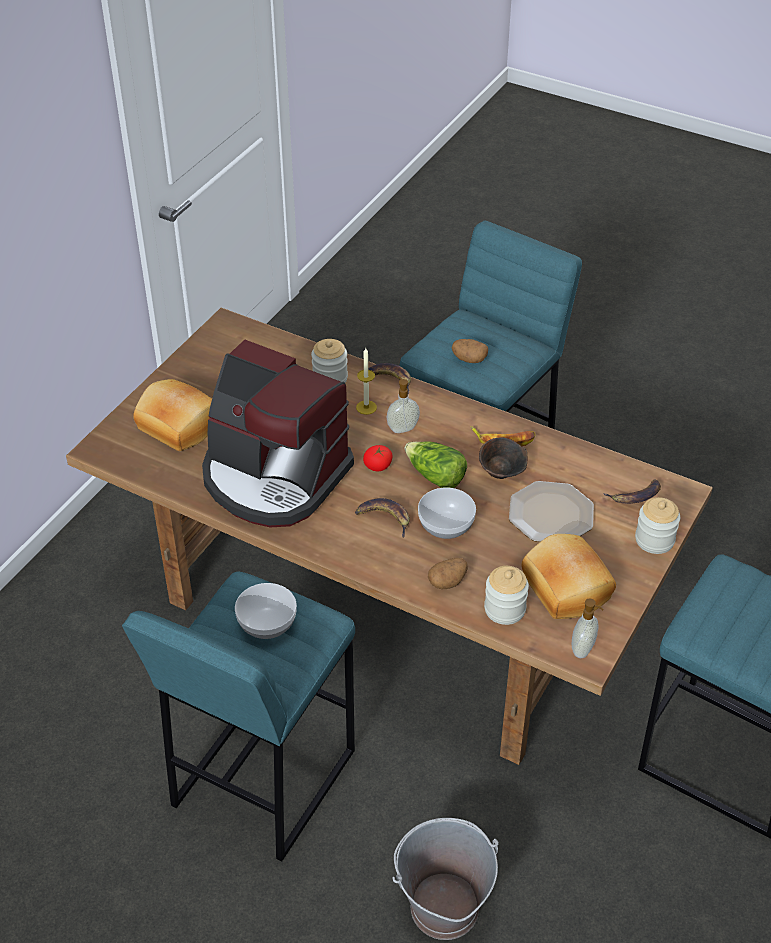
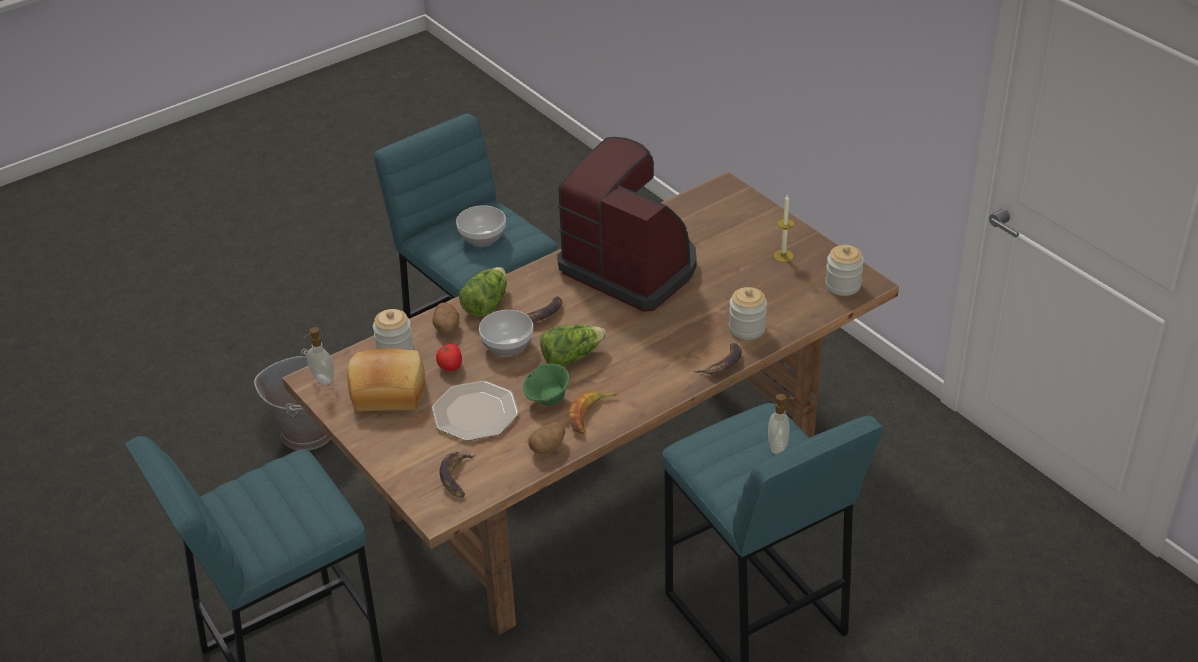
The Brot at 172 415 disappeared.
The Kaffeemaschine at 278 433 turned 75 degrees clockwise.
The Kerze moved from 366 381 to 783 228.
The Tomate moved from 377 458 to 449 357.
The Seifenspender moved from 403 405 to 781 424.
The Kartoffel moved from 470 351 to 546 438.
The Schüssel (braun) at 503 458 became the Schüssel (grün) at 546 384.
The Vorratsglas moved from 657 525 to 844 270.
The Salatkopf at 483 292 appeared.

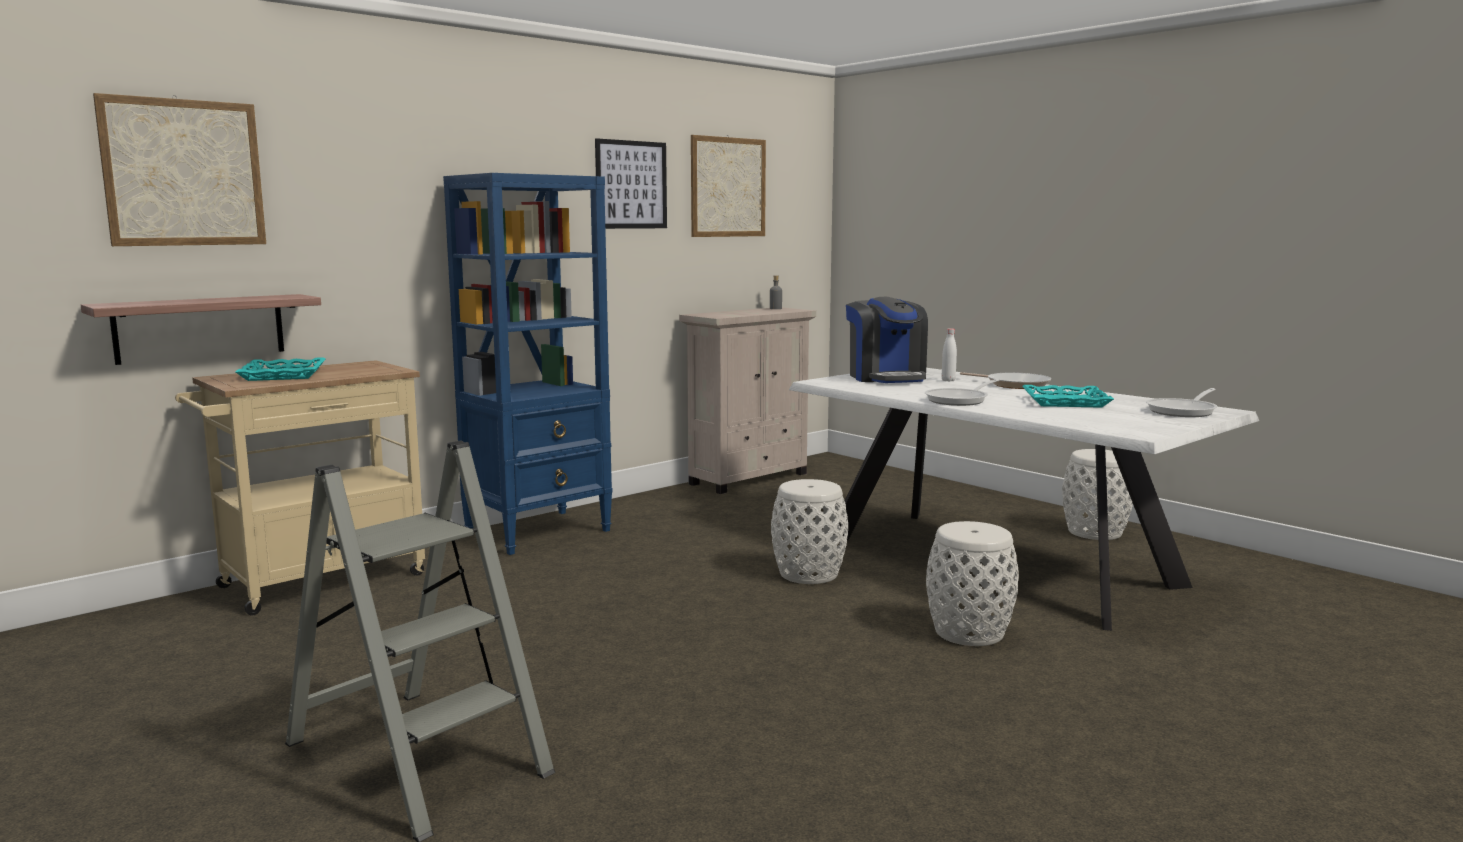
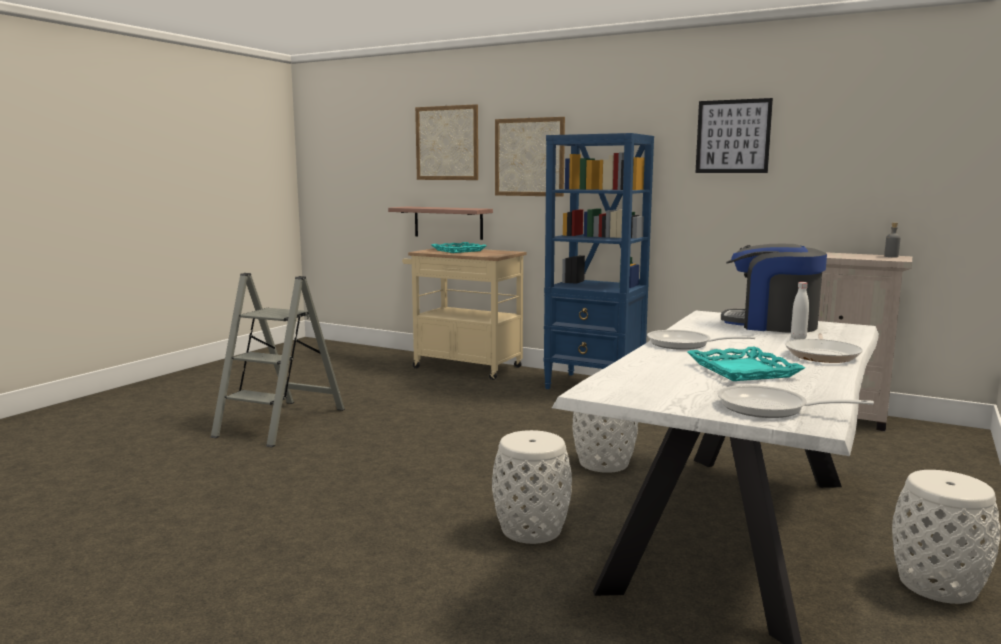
The Bild moved from 728 186 to 530 156.
The Kaffeemaschine at 887 340 turned 60 degrees clockwise.

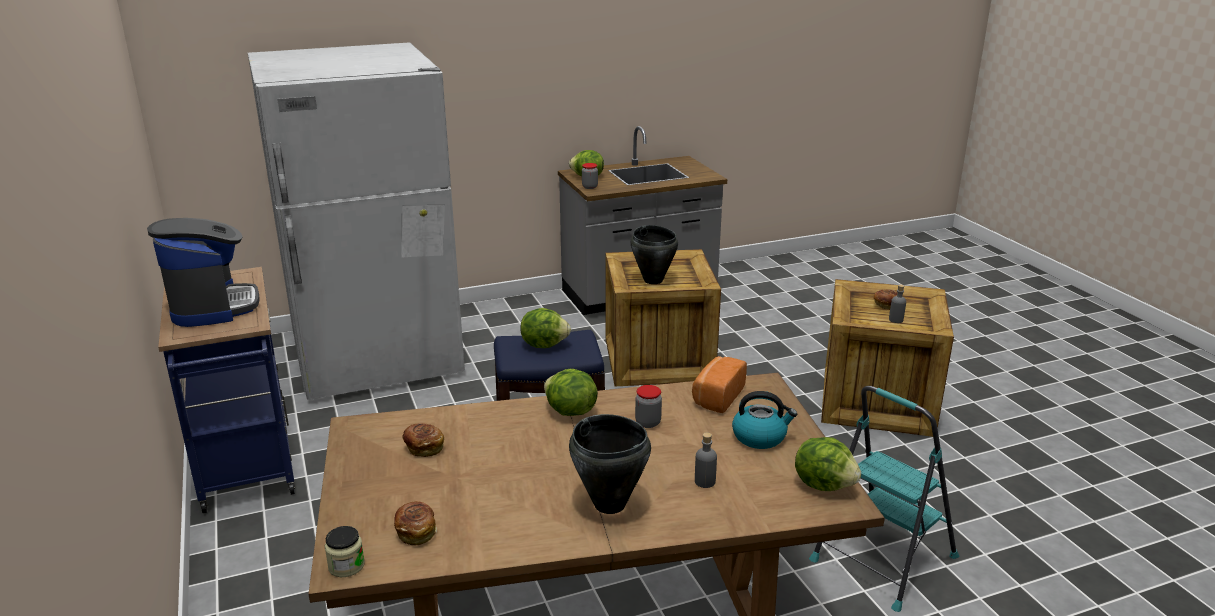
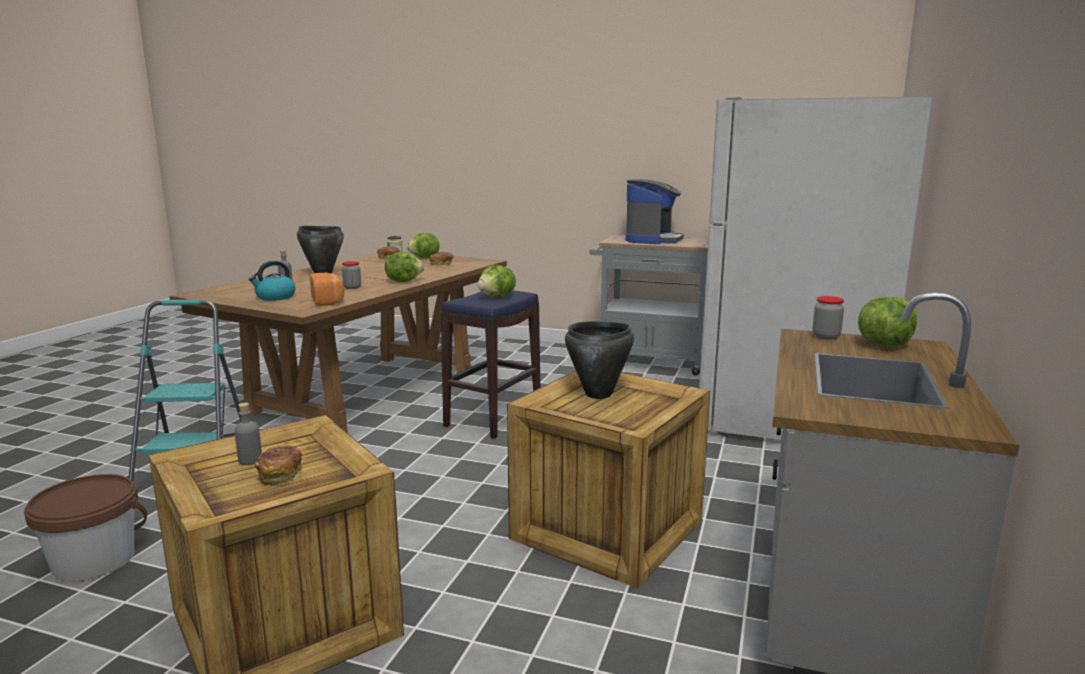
The Kaffeemaschine at 203 272 turned 90 degrees counterclockwise.
The Rollwagen (blau) at 226 390 became the Rollwagen (grau) at 648 305.
The Salatkopf moved from 828 464 to 422 245.
The Eimer (braun) at 85 527 appeared.

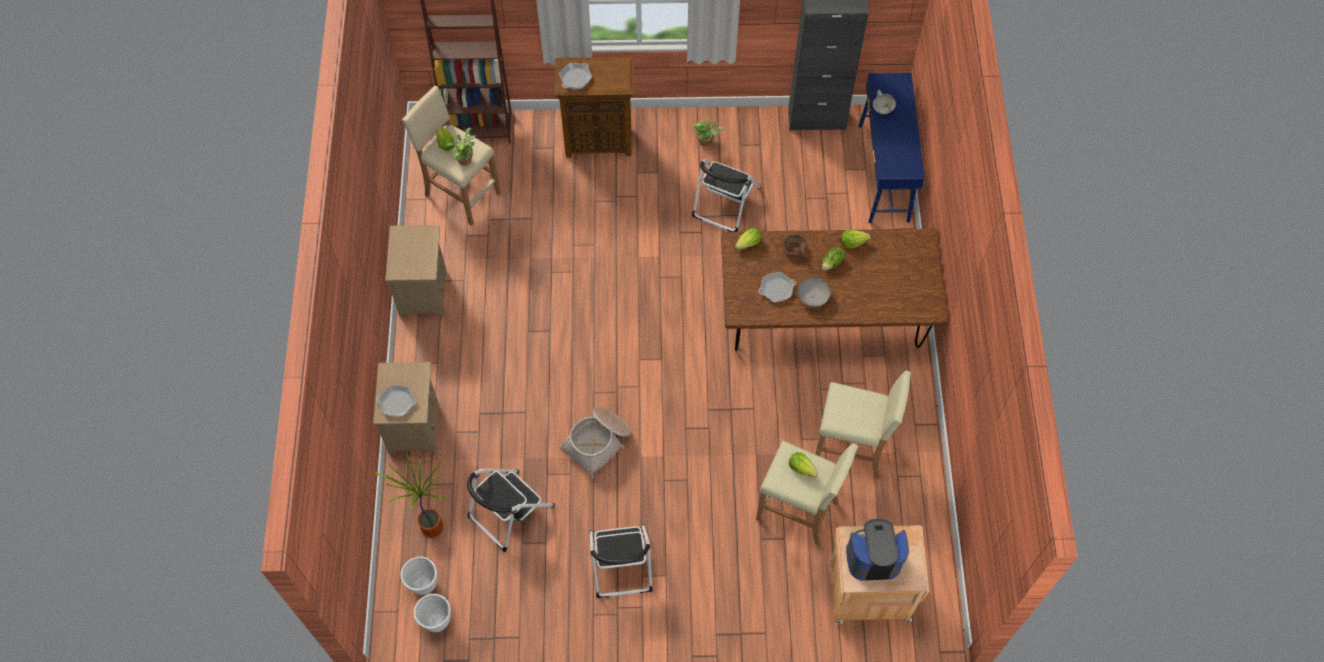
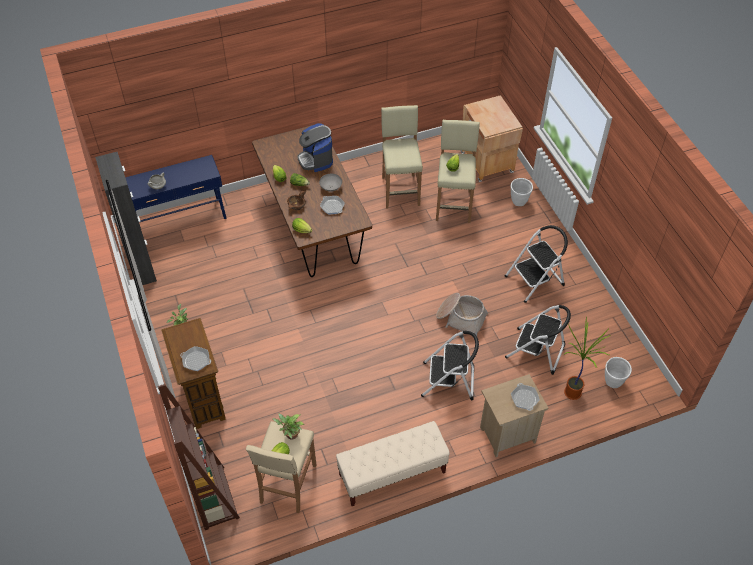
The Nachttisch (beige) at 416 271 was replaced by the Bank (beige) at 392 463.
The Pflanzkübel (weiß) moved from 432 613 to 522 192.
The Trittleiter moved from 726 195 to 450 365.
The Kaffeemaschine moved from 877 550 to 315 147.

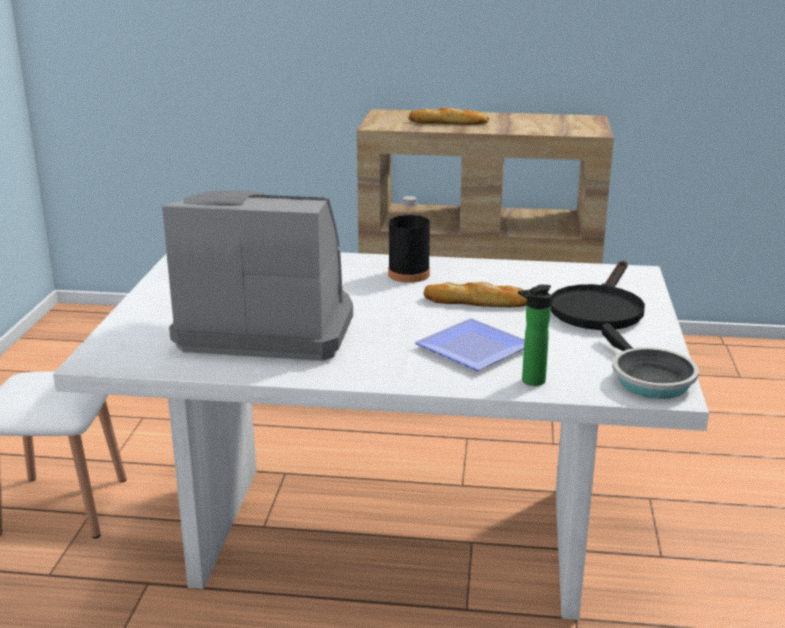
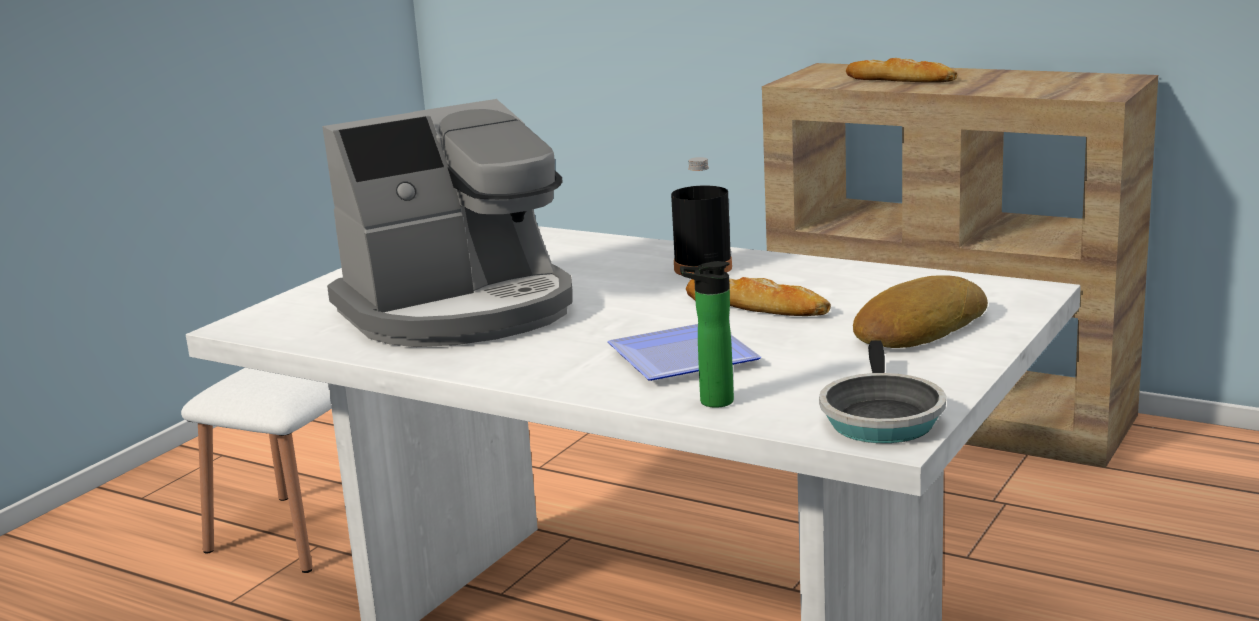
The Kaffeemaschine at 257 275 turned 120 degrees clockwise.
The Pfanne (schwarz) at 598 295 was replaced by the Brot at 920 312.

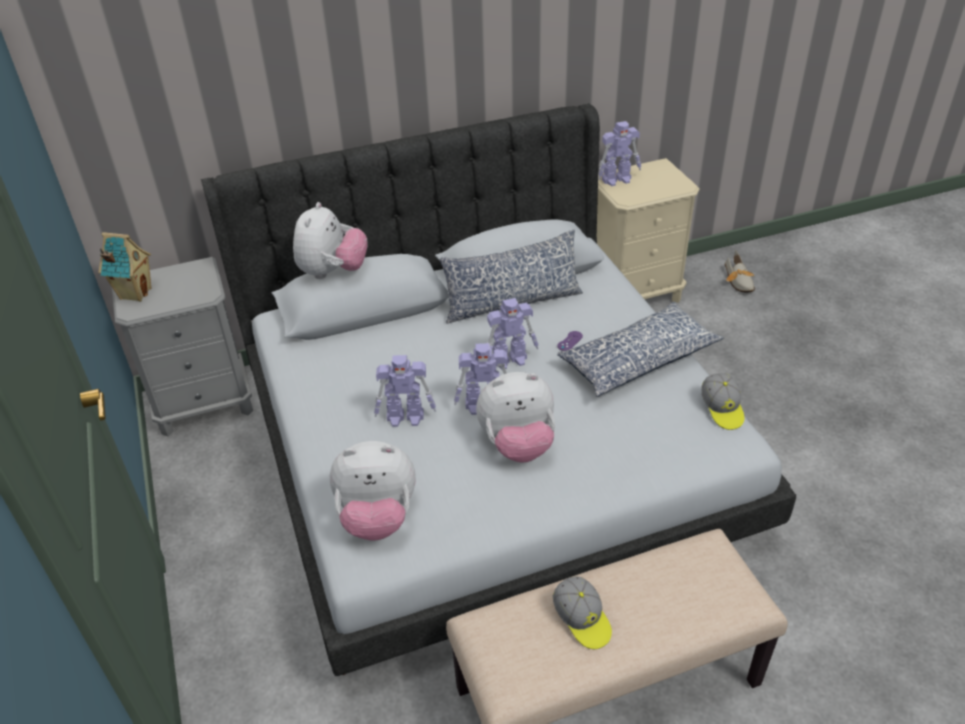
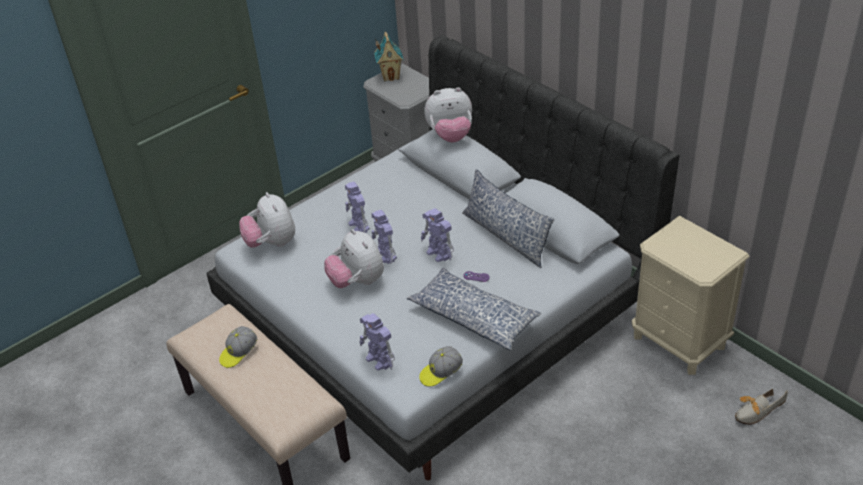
The Spielzeugroboter moved from 619 153 to 377 342.

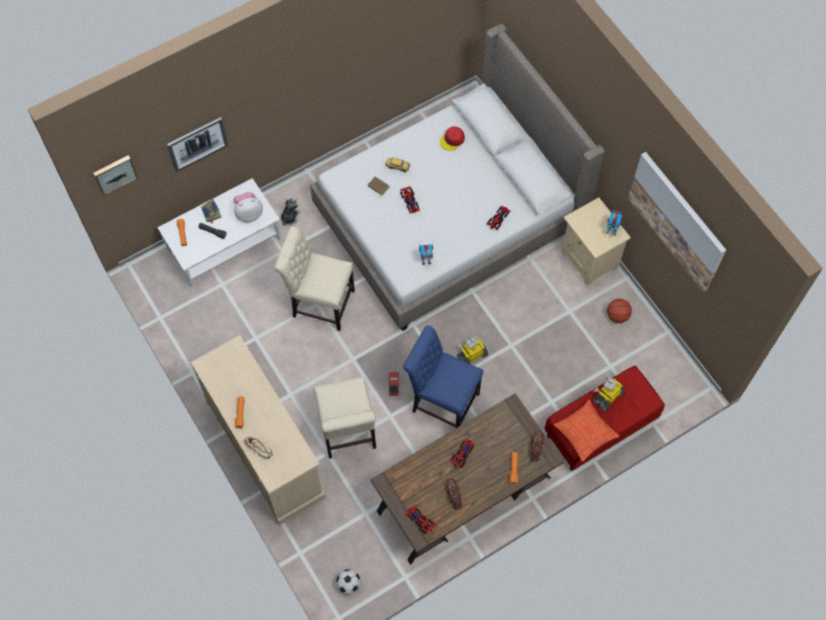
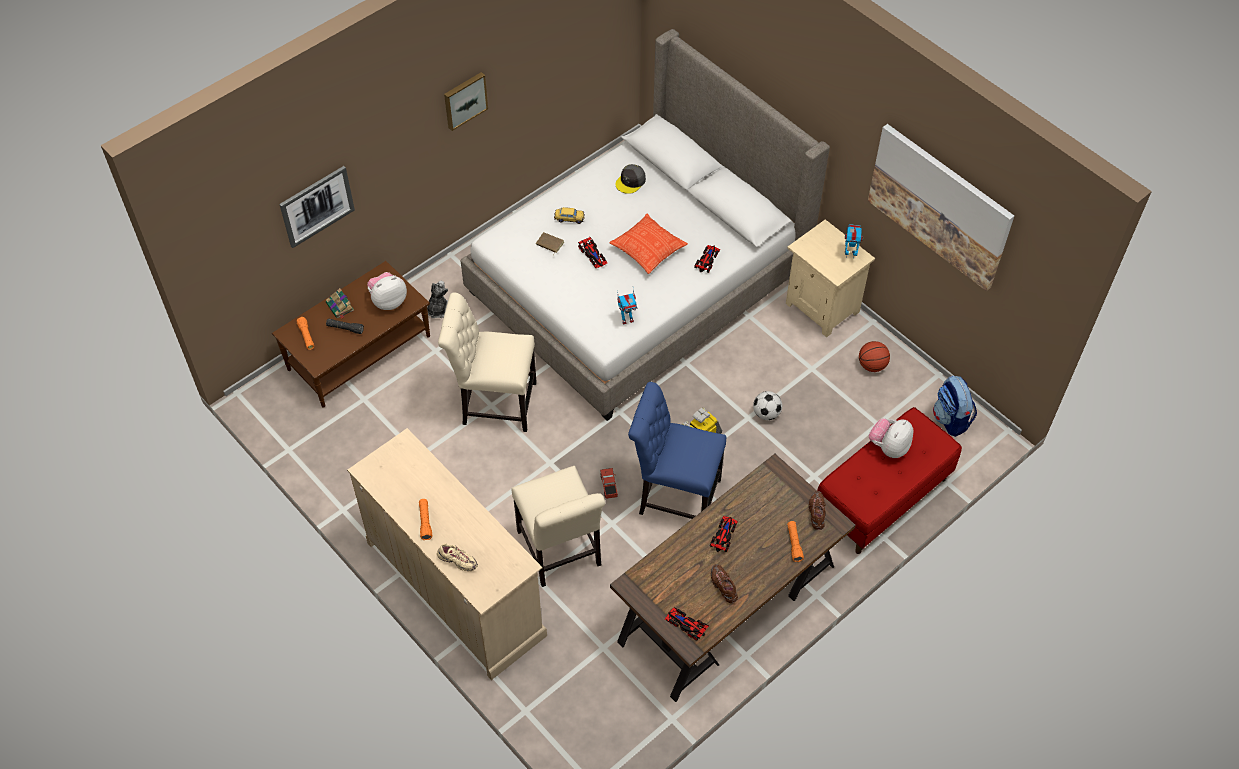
The Bild moved from 115 175 to 466 101.
The Couchtisch (weiß) at 219 232 became the Couchtisch (braun) at 351 334.
The Fußball moved from 348 582 to 767 405.
The Kappe (rot) at 452 139 became the Kappe (grau) at 631 179.
The Kissen (orange) moved from 586 431 to 648 244.
The Spielzeugroboter at 609 392 was replaced by the Plüschtier at 891 438.
The Rucksack at 955 406 appeared.

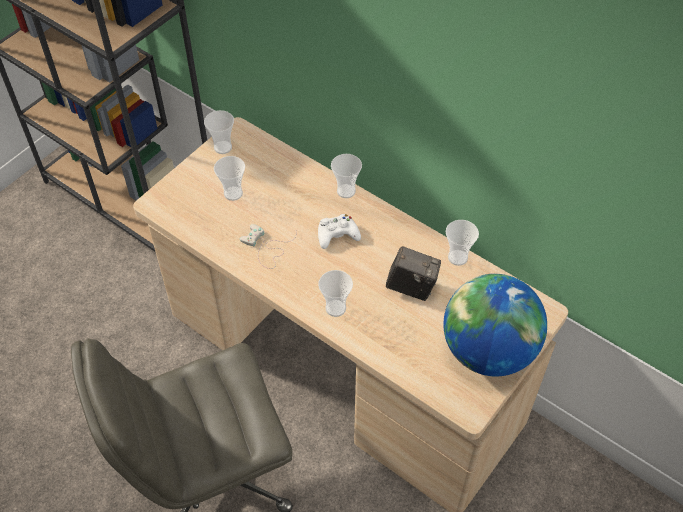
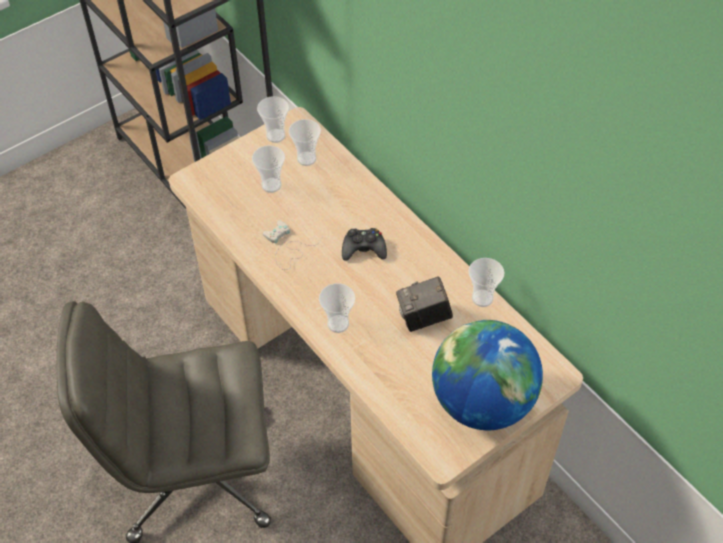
The Gamepad (weiß) at 339 231 became the Gamepad (schwarz) at 364 244.
The Tasse moved from 346 176 to 305 142.
The Kamera at 413 273 turned 135 degrees clockwise.

